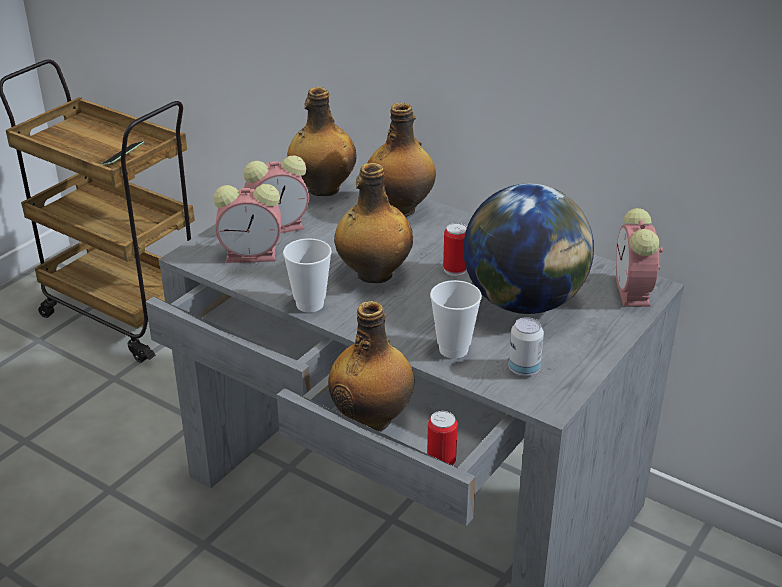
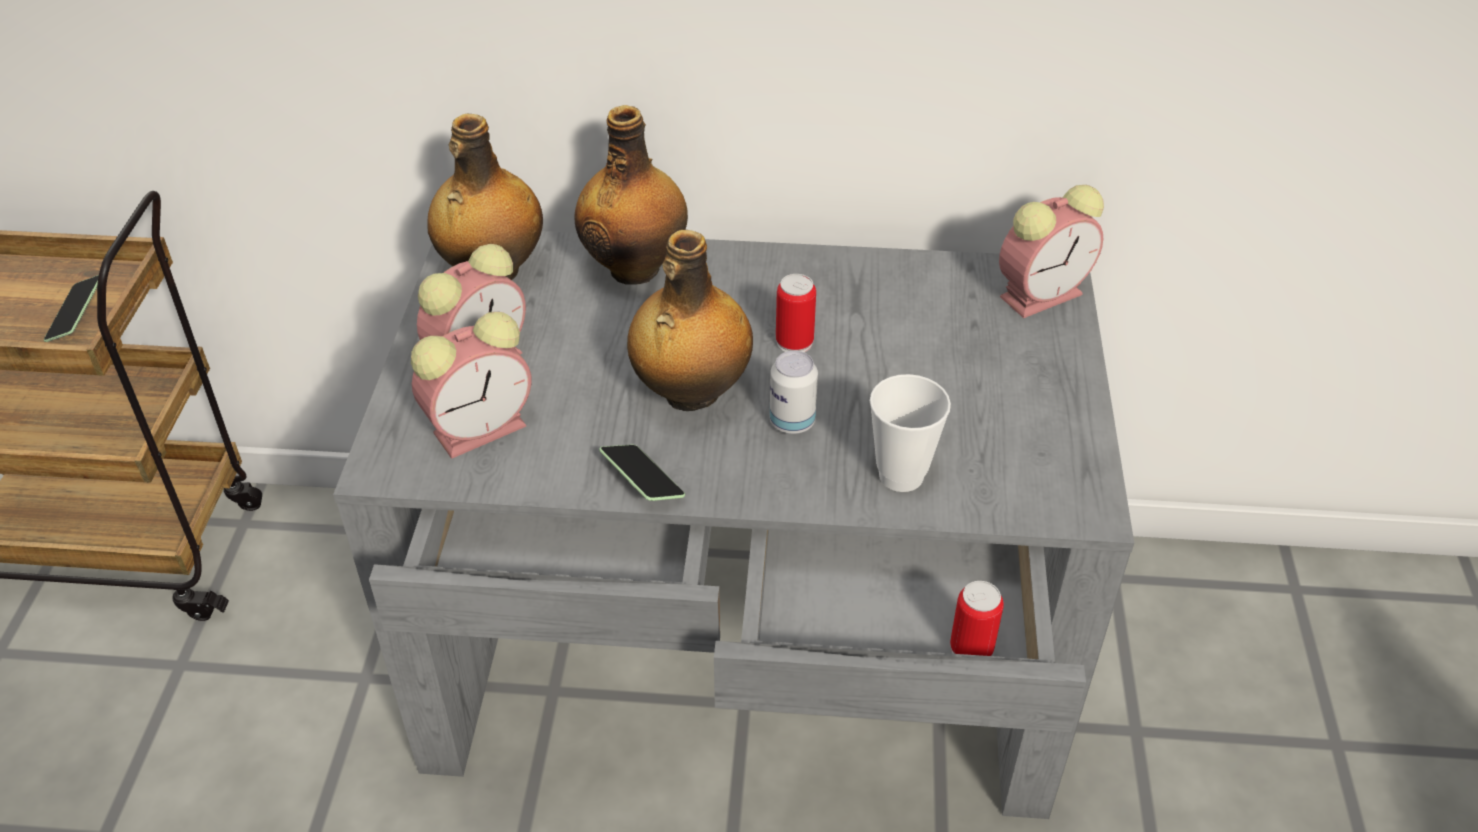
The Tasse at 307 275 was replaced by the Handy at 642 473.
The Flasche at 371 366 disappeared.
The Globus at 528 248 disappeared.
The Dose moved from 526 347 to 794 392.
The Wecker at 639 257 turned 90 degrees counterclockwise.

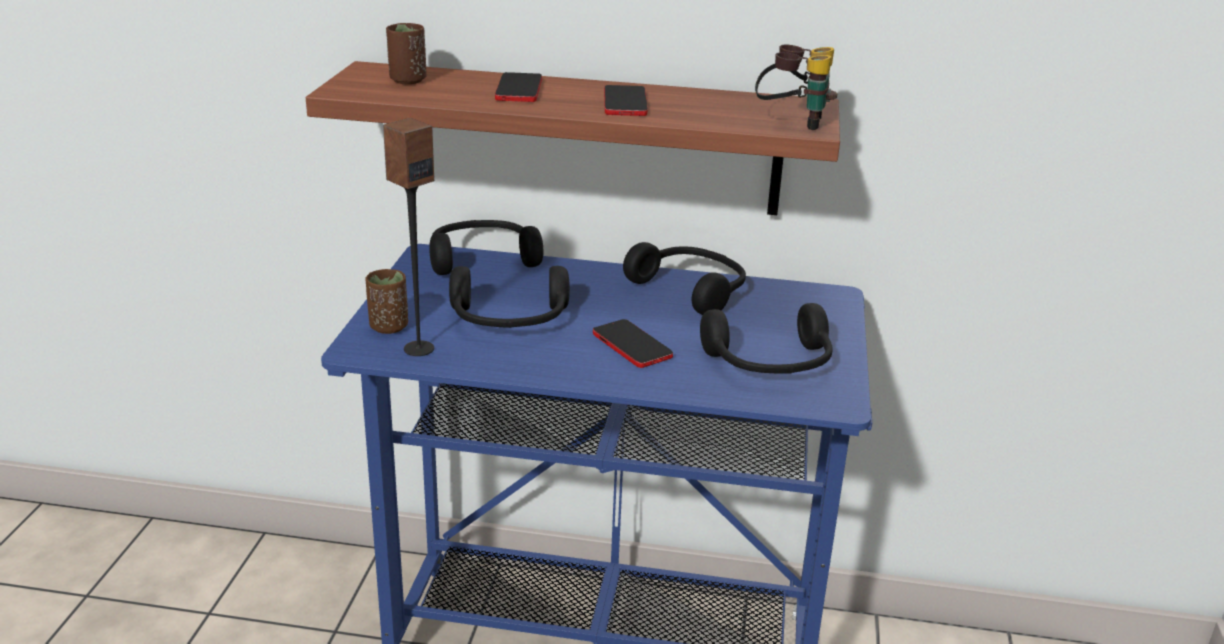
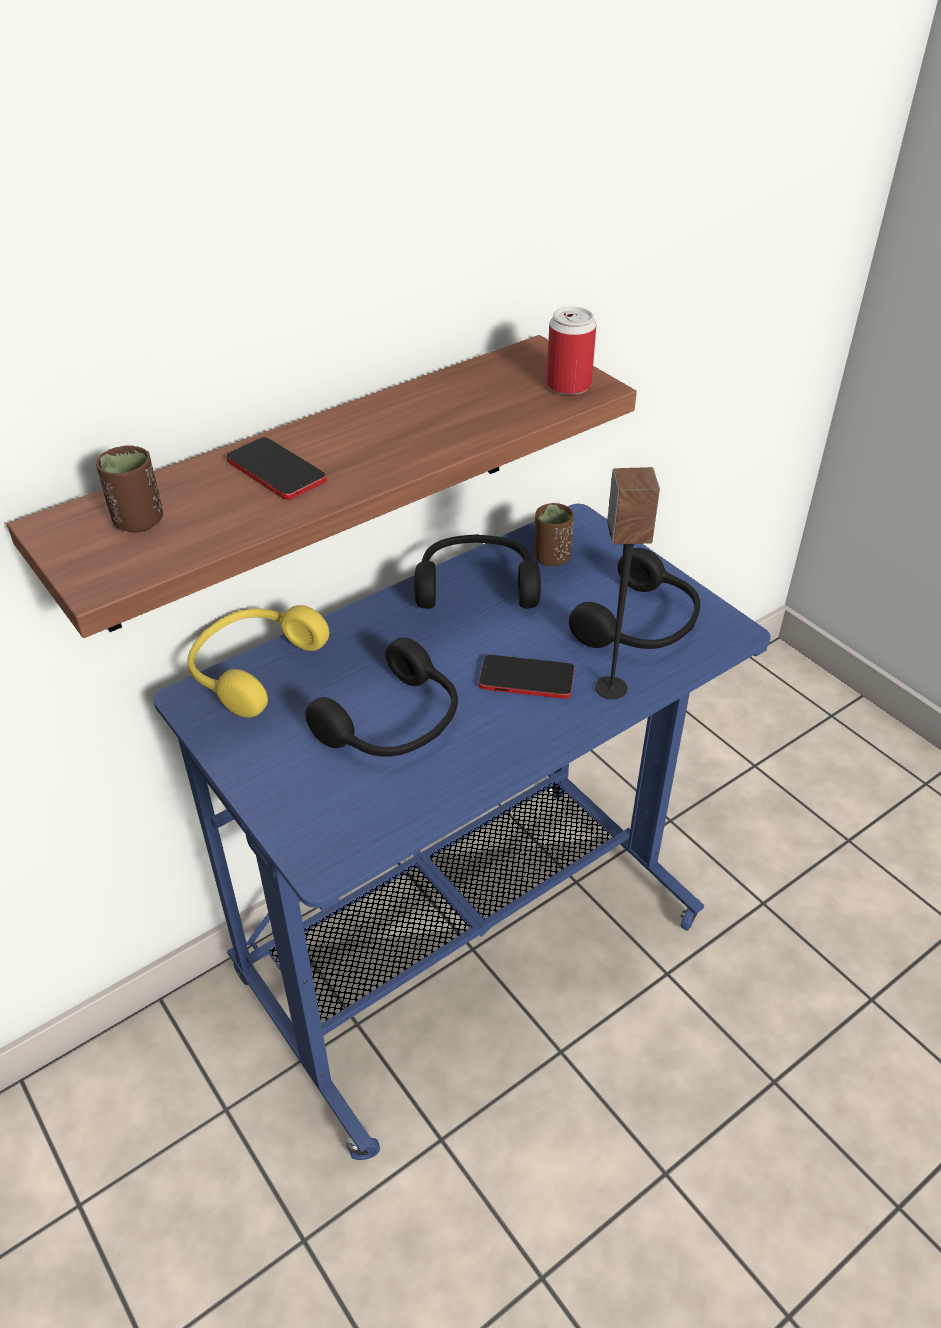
The Tasse (braun) moved from 387 301 to 554 534.
The Lautsprecher moved from 408 237 to 627 583.
The Kopfhörer (schwarz) at 486 247 became the Kopfhörer (gelb) at 258 661.
The Handy at 626 100 disappeared.
The Fernglas at 796 87 was replaced by the Dose at 571 351.

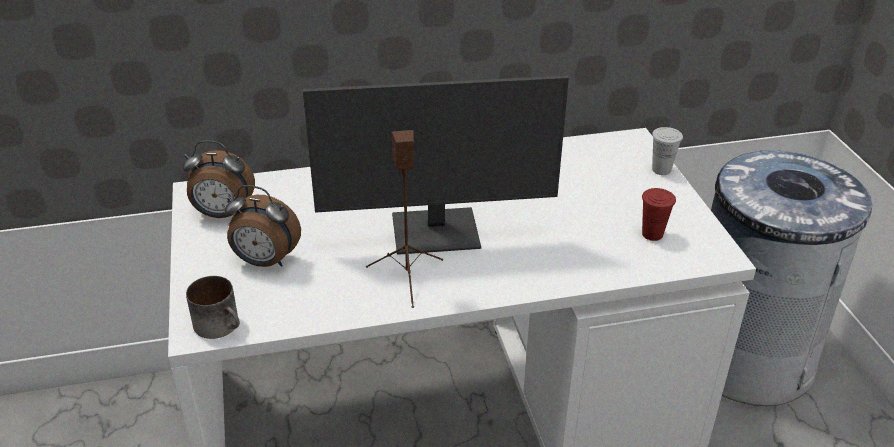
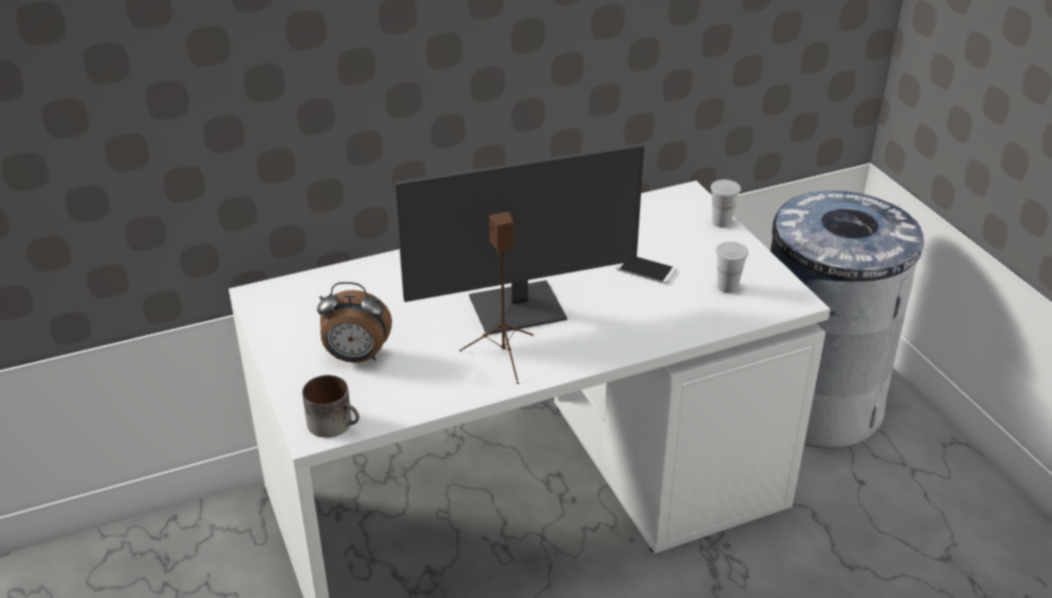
The Wecker at 218 179 disappeared.
The Tasse (rot) at 659 214 became the Tasse (weiß) at 732 267.
The Handy at 646 270 appeared.

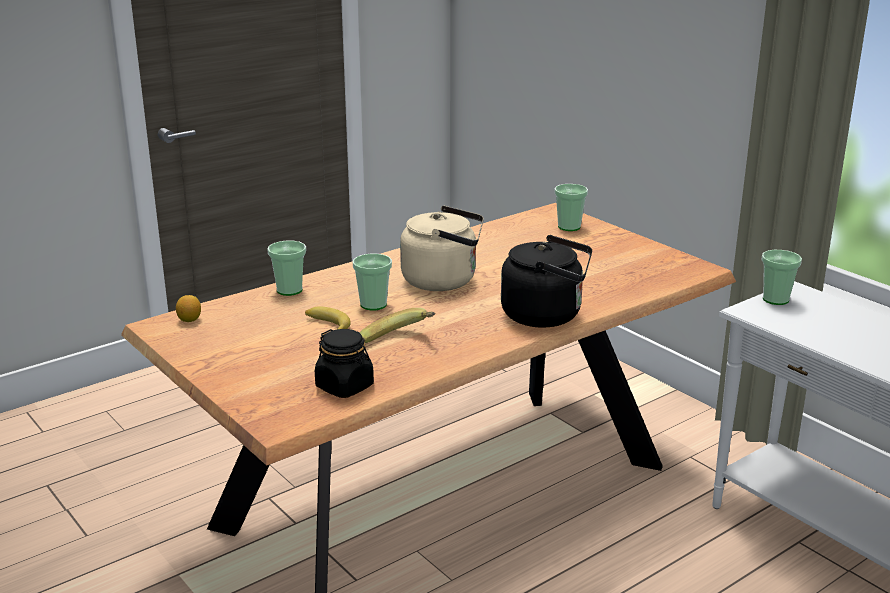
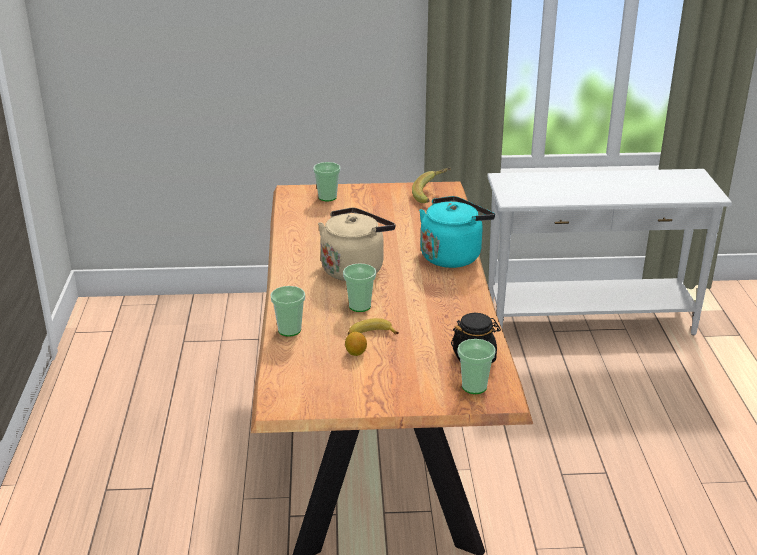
The Zitrone moved from 188 308 to 356 344.
The Banane moved from 398 325 to 431 185.
The Wasserkessel (schwarz) at 546 281 became the Wasserkessel (türkis) at 457 232.
The Tasse moved from 782 277 to 477 366.

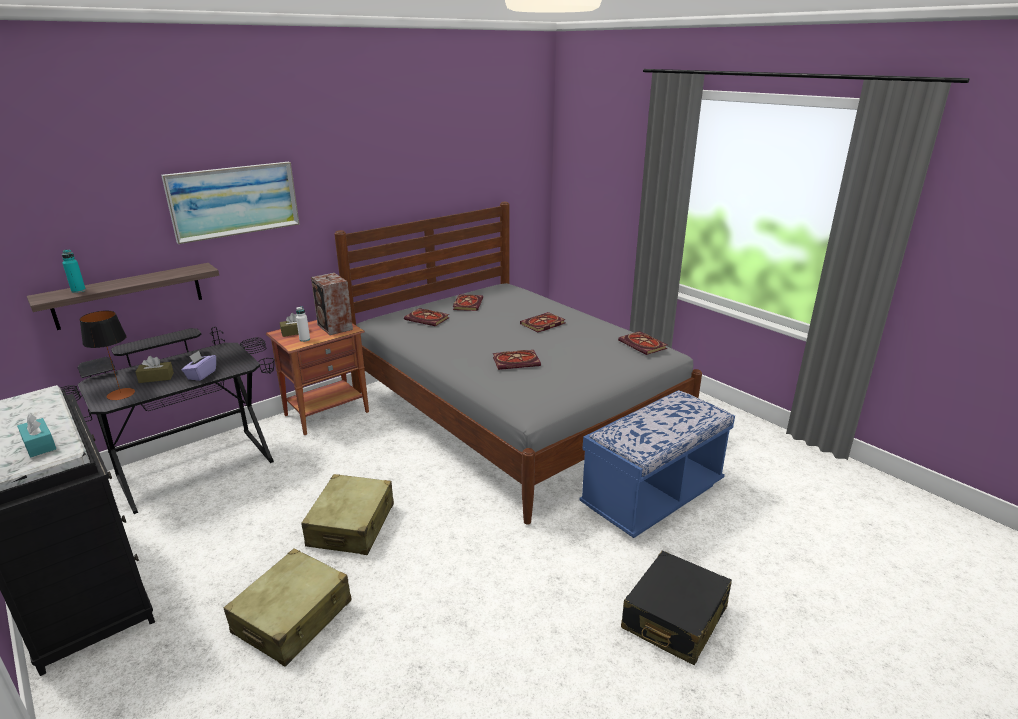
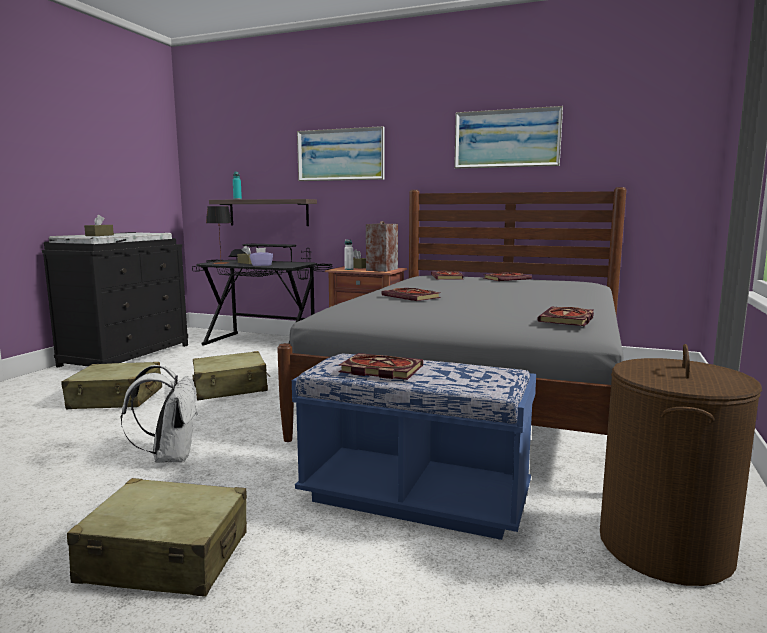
The Taschentuchbox (türkis) at 36 435 became the Taschentuchbox (braun) at 99 225.
The Buch moved from 543 322 to 381 366.
The Koffer (schwarz) at 676 607 became the Koffer (beige) at 157 537.
The Rucksack (weiß) at 158 414 appeared.
The Bild at 508 137 appeared.
The Wäschekorb (braun) at 681 465 appeared.

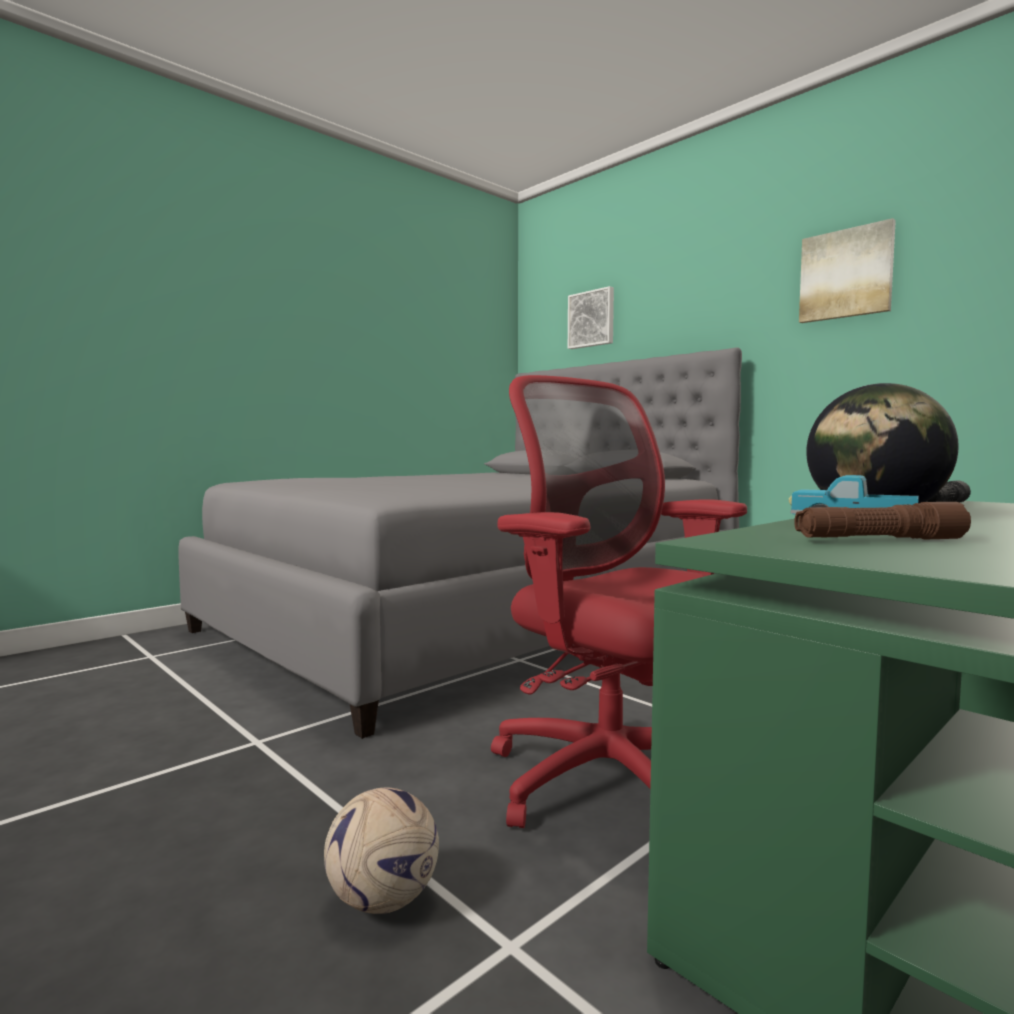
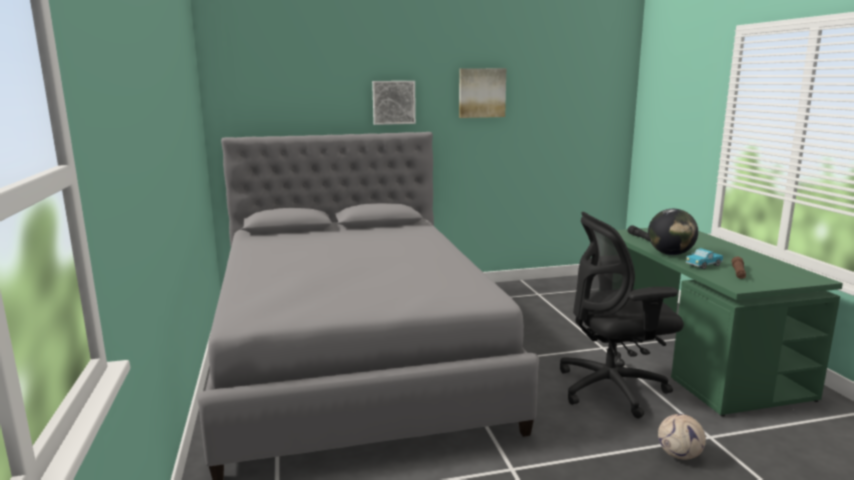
The Bürostuhl (rot) at 619 601 became the Bürostuhl (schwarz) at 622 315.
The Bild moved from 591 317 to 394 103.

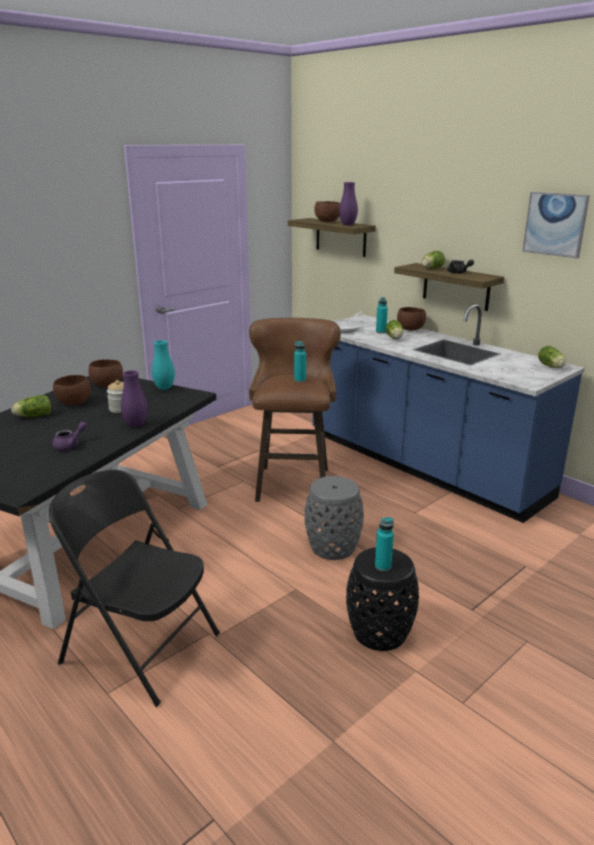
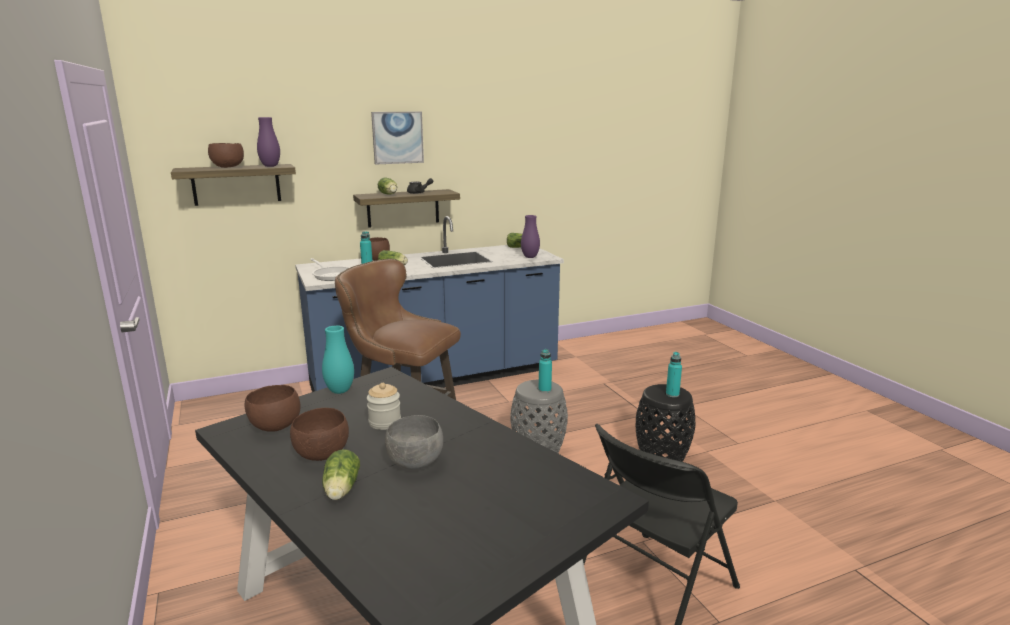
The Teekanne (lila) at 69 436 disappeared.
The Vase (lila) moved from 134 398 to 530 236.
The Flasche (türkis) moved from 300 361 to 545 371.
The Bild moved from 556 225 to 397 138.
The Schüssel (grau) at 414 442 appeared.

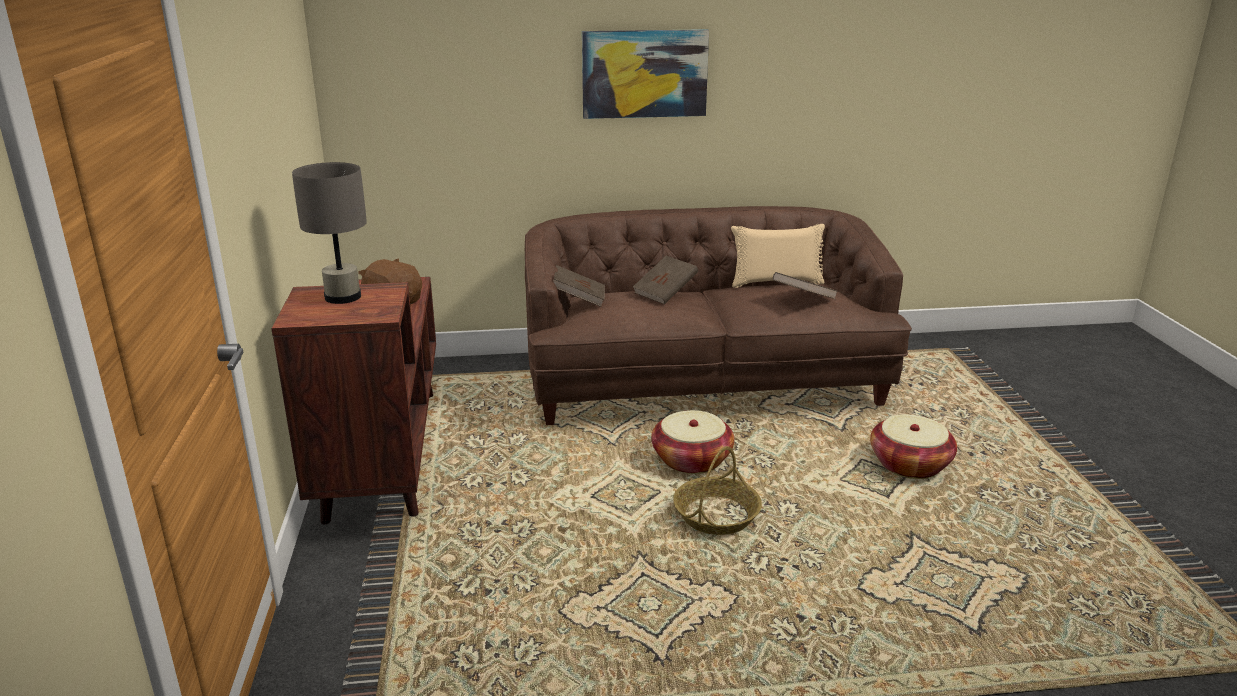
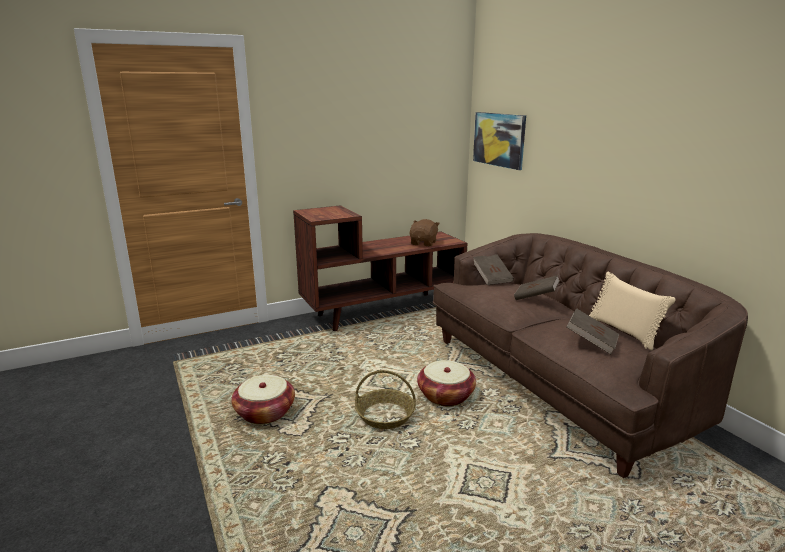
The Tischlampe (grau) at 329 233 disappeared.
The Bild moved from 645 74 to 499 141.
The Korb moved from 913 446 to 263 399.

